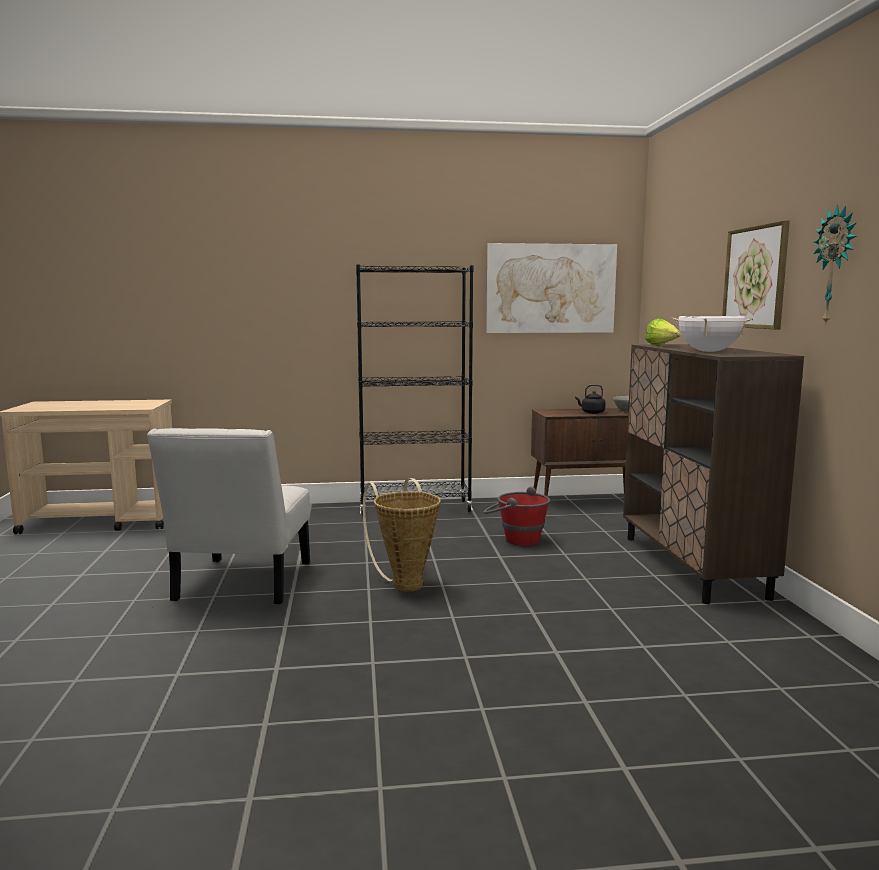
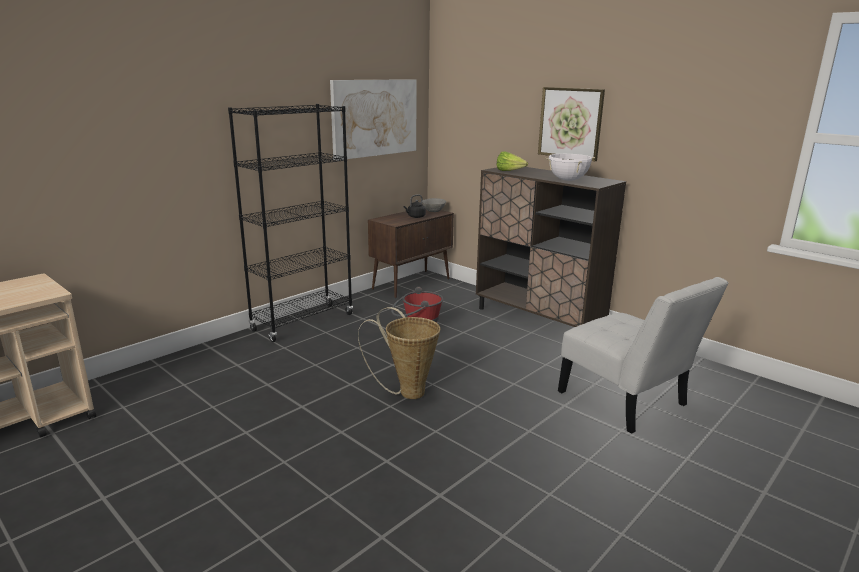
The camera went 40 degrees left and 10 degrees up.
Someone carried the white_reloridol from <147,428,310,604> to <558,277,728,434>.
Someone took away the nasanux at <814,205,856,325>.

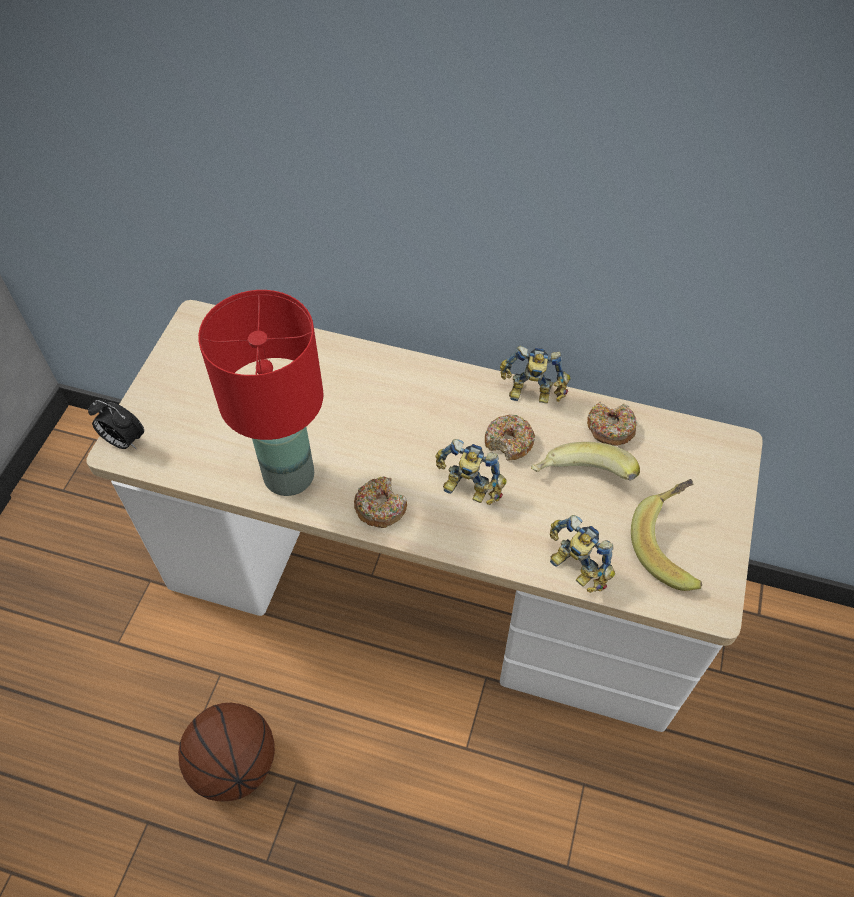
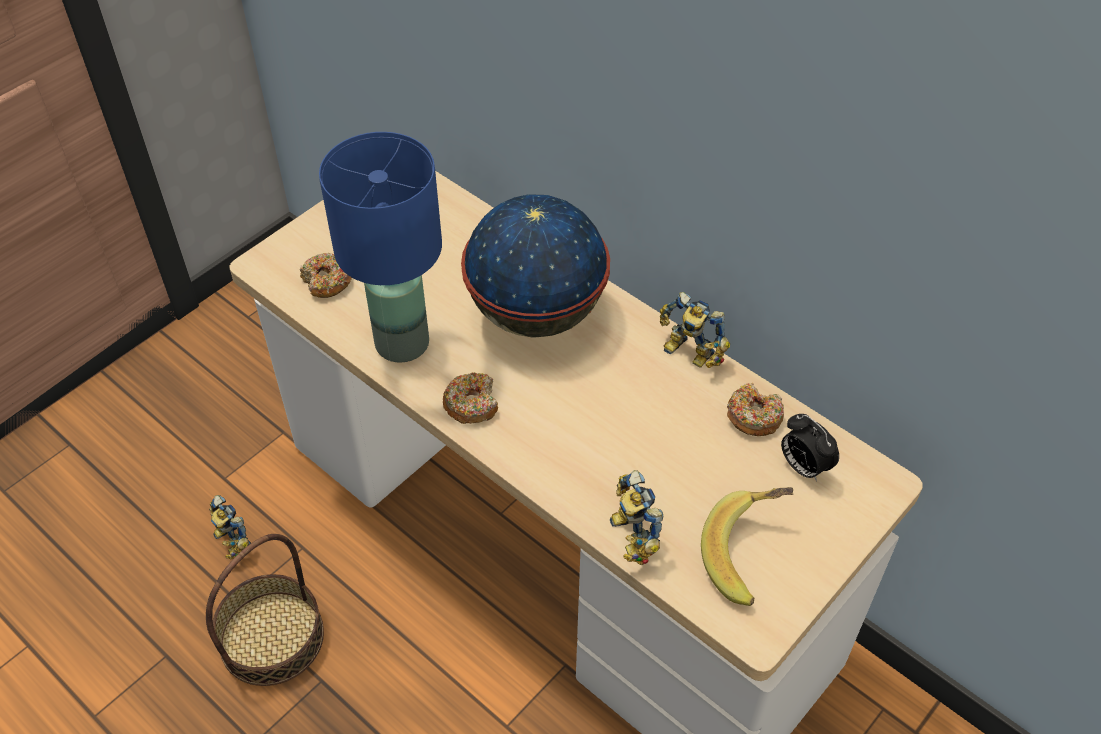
The camera went 25 degrees right and 5 degrees down.
Someone swapped the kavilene at <178,703,275,801> for the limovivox at <206,534,324,686>.
Someone carried the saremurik from <435,439,507,505> to <209,495,251,560>.
Someone carried the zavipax from <485,415,535,461> to <300,253,352,298>.
Someone repainted the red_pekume at <198,290,324,496>, which became the blue_pekume at <319,132,442,363>.
Someone put down the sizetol at <461,194,610,338>.
Someone carried the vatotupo from <88,399,144,449> to <781,414,839,482>.
Someone took away the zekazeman at <531,442,640,480>.

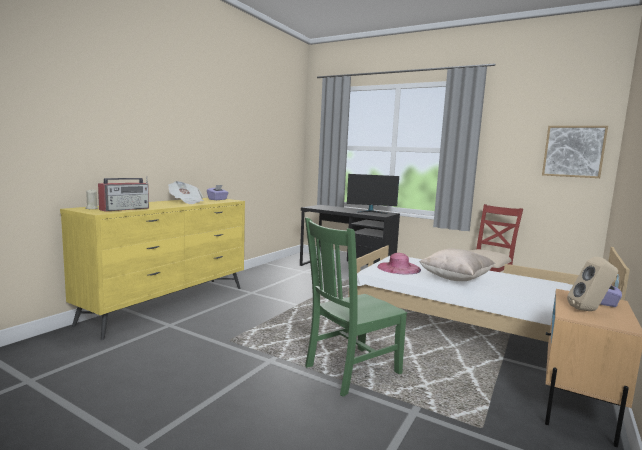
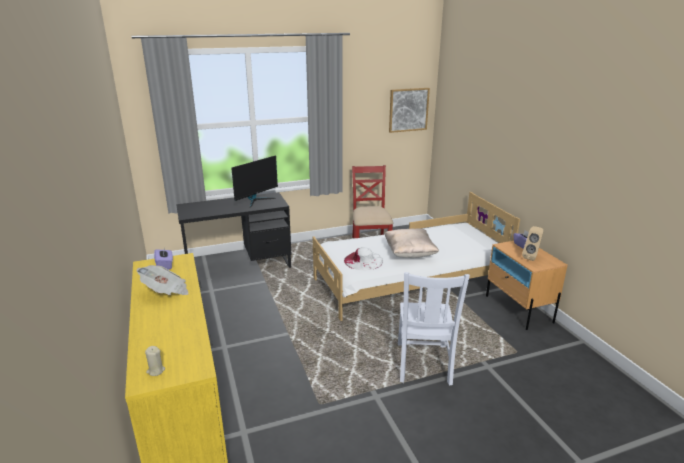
The camera went 50 degrees left and 15 degrees up.
Someone repainted the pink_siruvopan at <377,253,421,275>, which became the white_siruvopan at <344,247,383,270>.
Someone repainted the green_reloridol at <305,217,407,397>, which became the white_reloridol at <398,272,470,386>.
Someone took away the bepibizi at <98,177,149,212>.

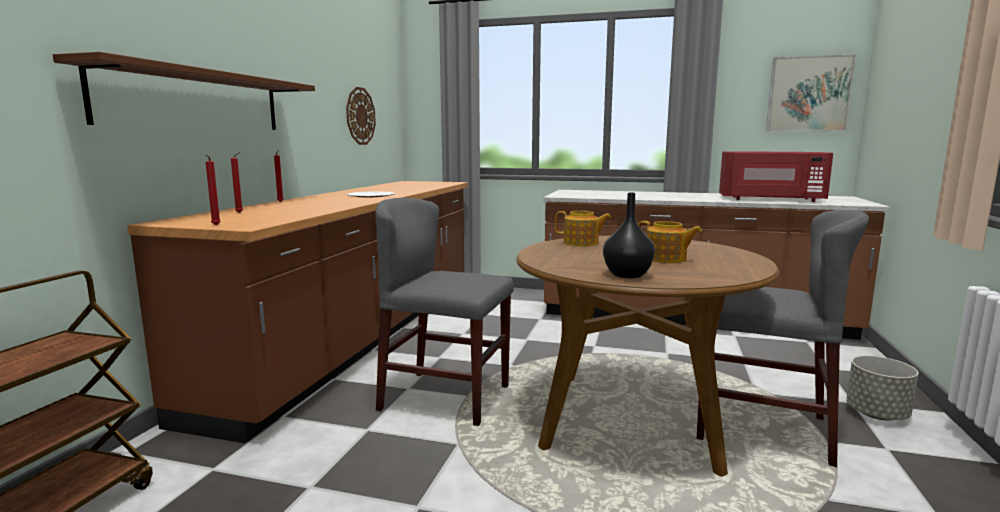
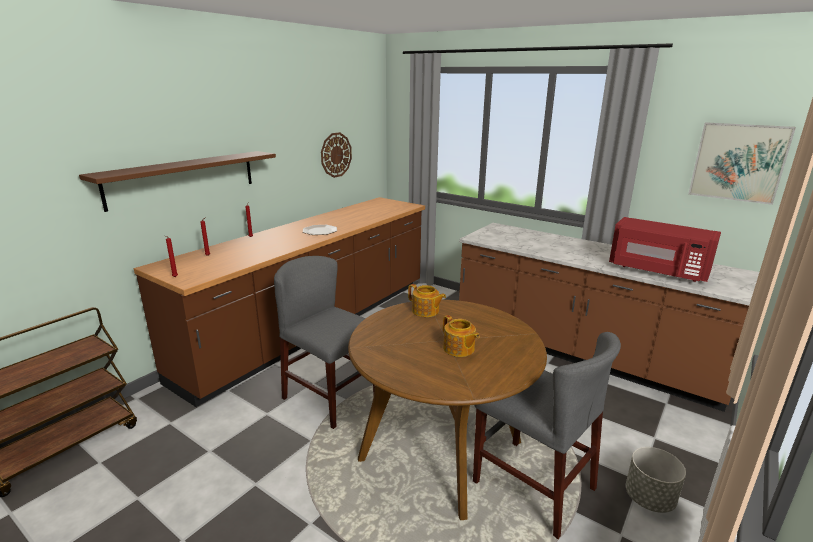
The camera went 20 degrees right and 10 degrees up.
Someone took away the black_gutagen at <603,193,655,278>.

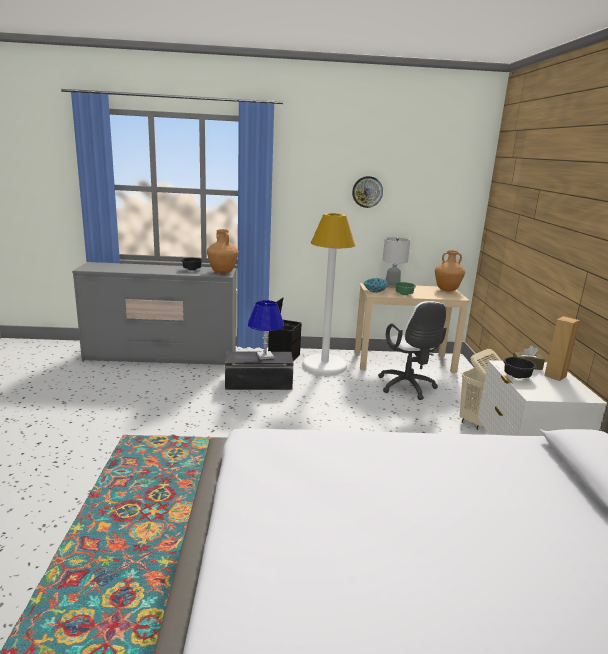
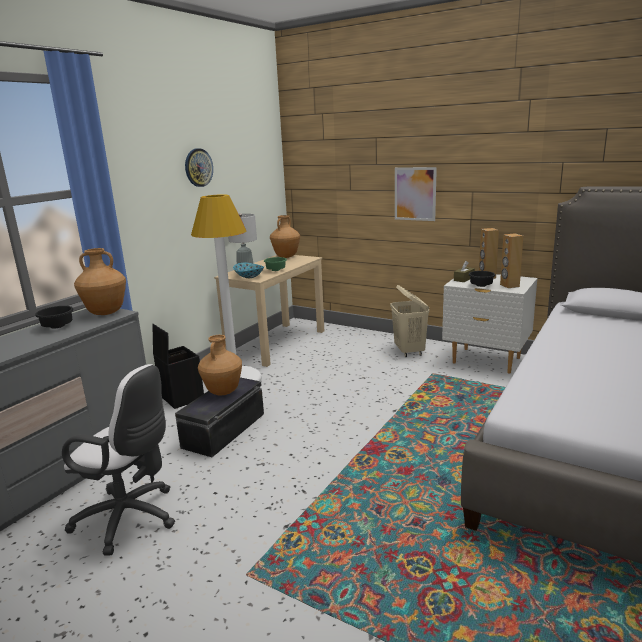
The camera went 55 degrees left and 0 degrees up.
Someone carried the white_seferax from <378,301,447,400> to <62,364,175,556>.
Someone swapped the blue_pekume at <248,300,284,360> for the brown_gutagen at <198,335,242,396>.
Someone put up the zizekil at <395,167,437,221>.
Someone put down the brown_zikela at <500,233,523,288>.

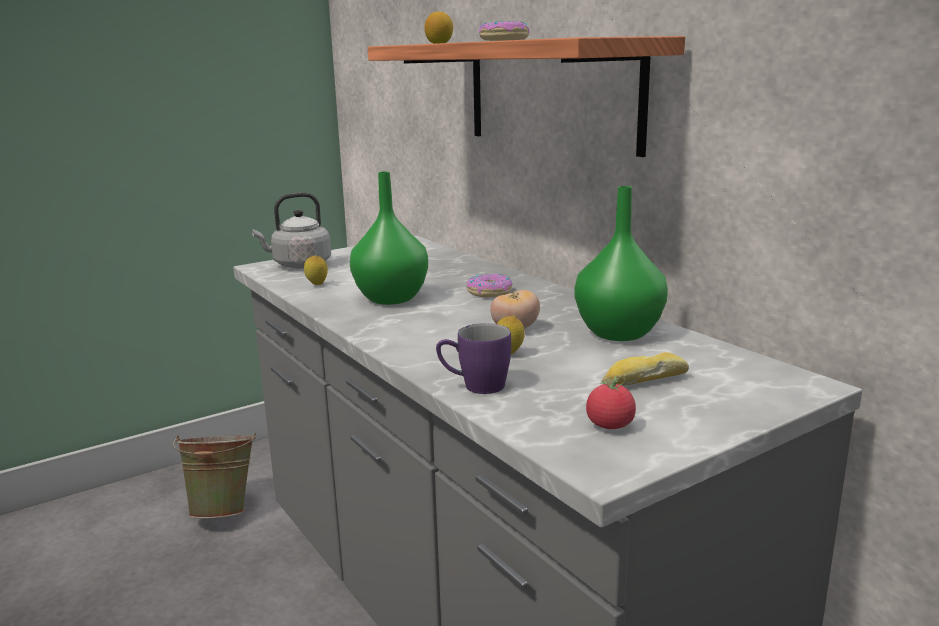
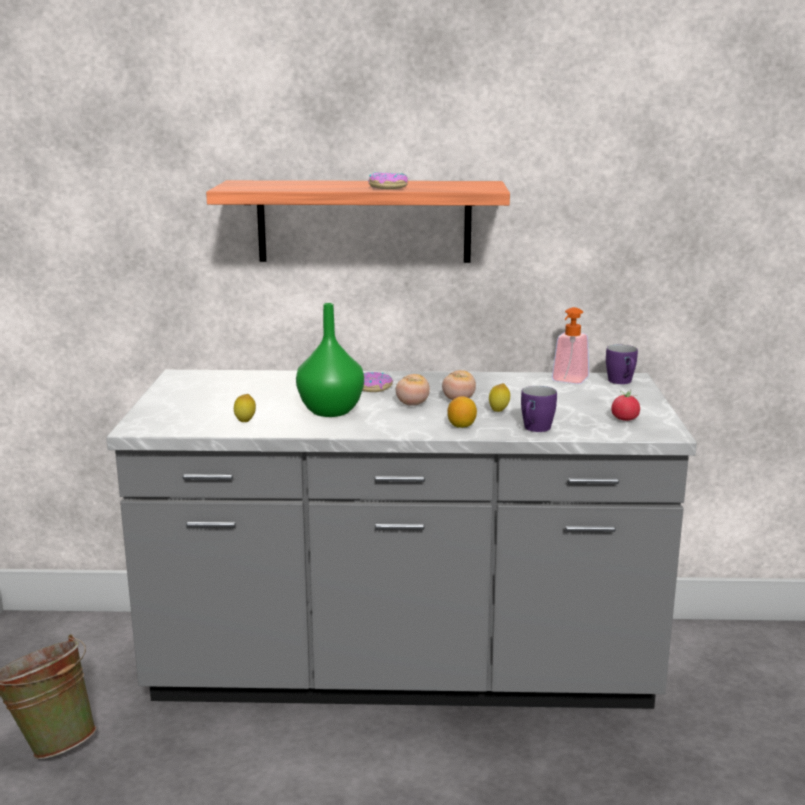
The camera went 55 degrees left and 0 degrees up.
Someone put down the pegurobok at <396,374,430,406>.
Someone carried the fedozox from <425,12,453,44> to <447,396,477,428>.
Someone put down the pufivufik at <552,307,589,384>.
Someone put down the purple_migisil at <606,345,638,384>.
Someone took away the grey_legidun at <252,192,331,268>.
Someone took away the green_gutagen at <575,186,668,341>.
Someone took away the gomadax at <602,352,689,386>.

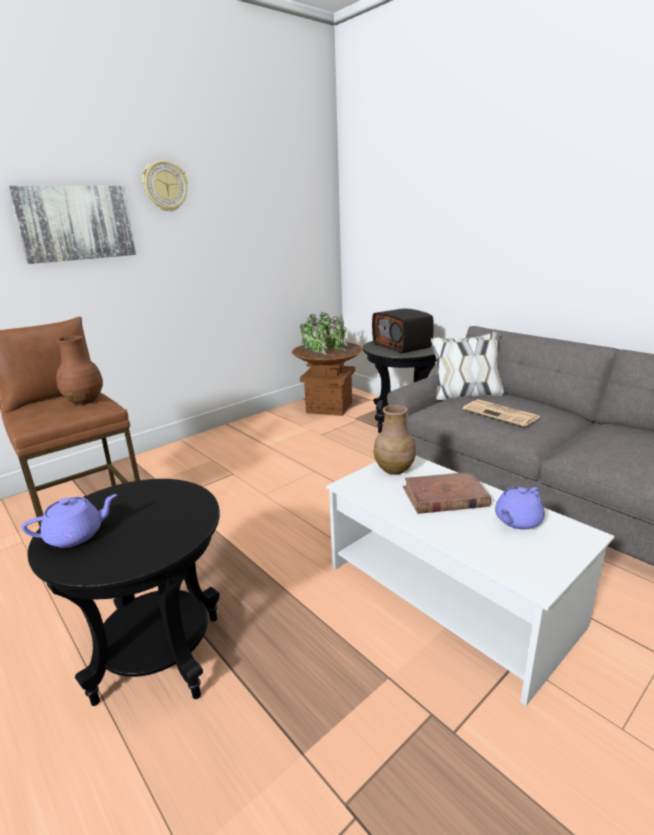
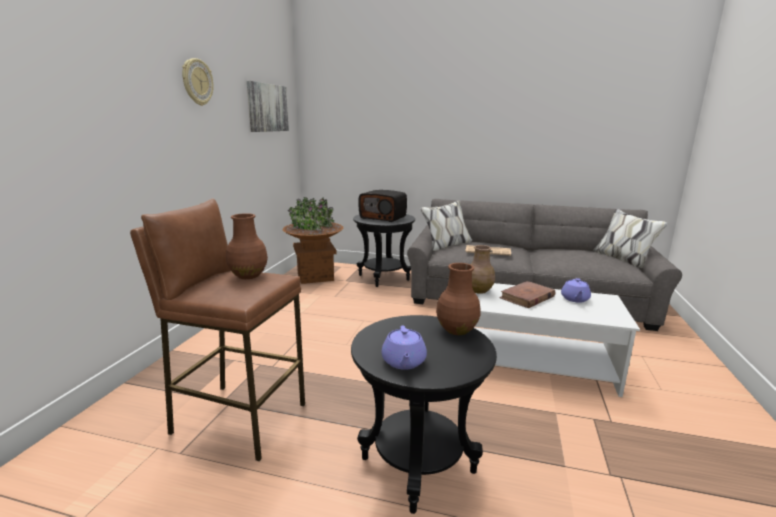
The camera went 35 degrees left and 5 degrees down.
Someone carried the zizekil from <7,186,136,264> to <247,81,289,132>.
Someone rotated the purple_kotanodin at <21,494,117,548> by 150 degrees clockwise.
Someone put down the brown_gutagen at <436,263,480,335>.

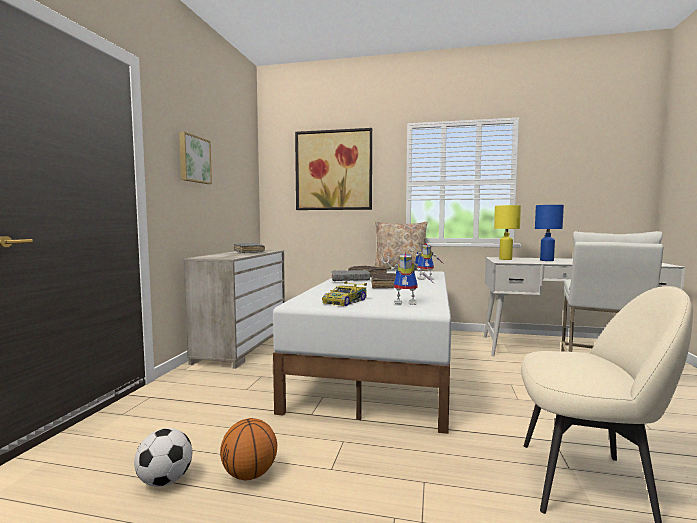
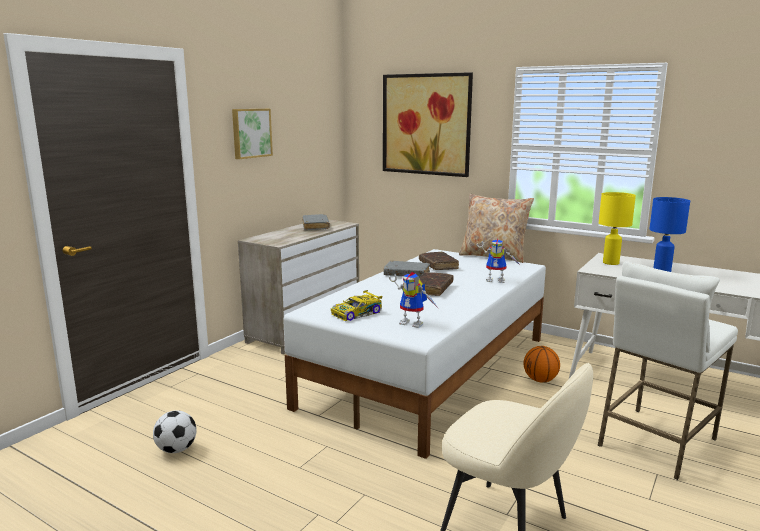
The camera went 20 degrees right and 10 degrees up.
Someone carried the kavilene from <220,418,277,480> to <524,346,560,383>.

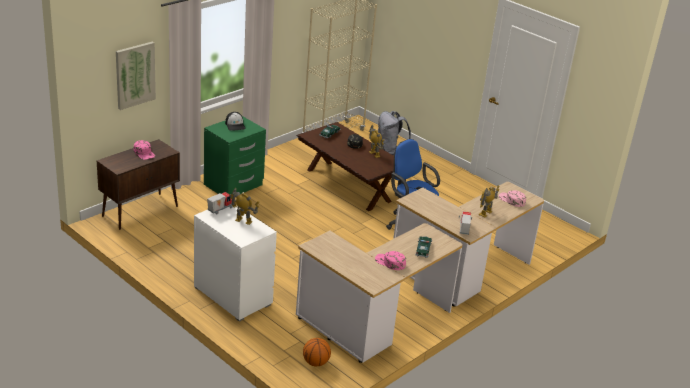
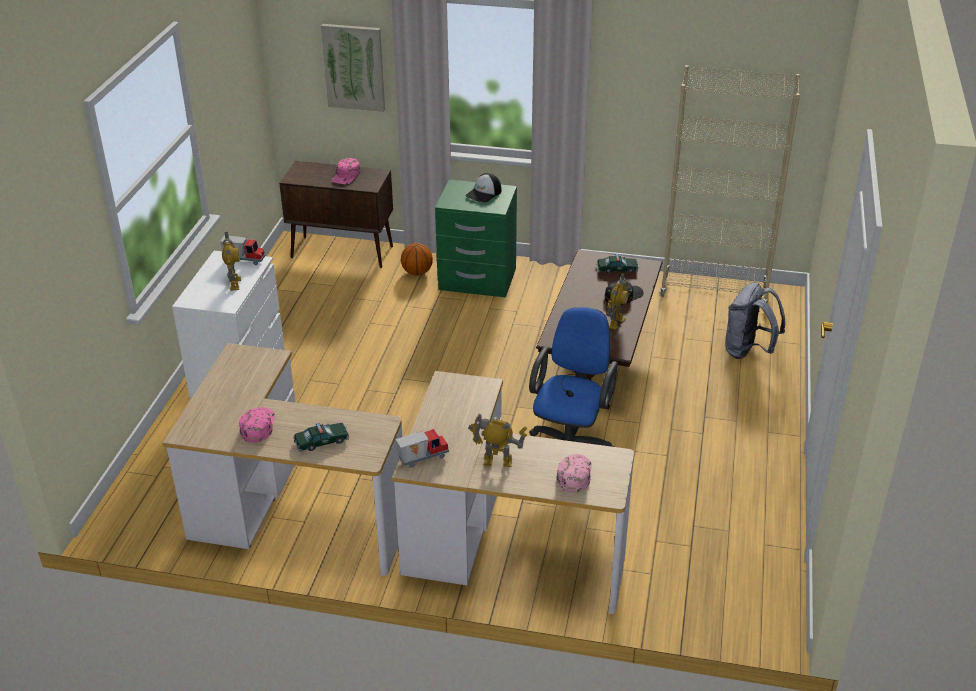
The camera went 60 degrees right and 5 degrees up.
Someone carried the kavilene from <303,338,331,367> to <401,243,433,276>.

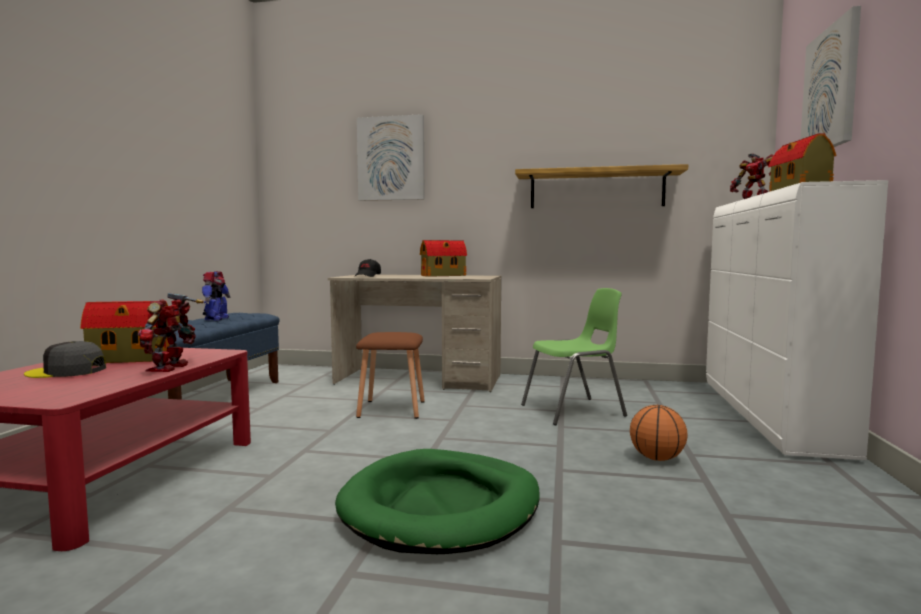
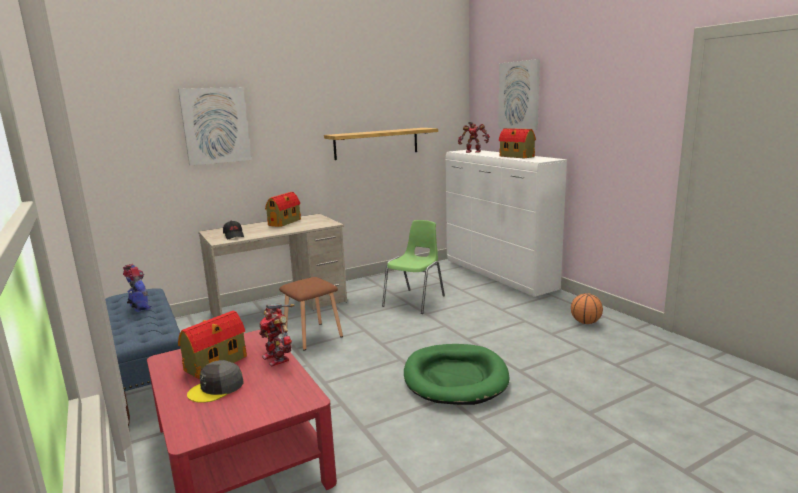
The camera went 40 degrees left and 10 degrees up.
Someone carried the kavilene from <630,405,688,461> to <571,293,603,324>.

